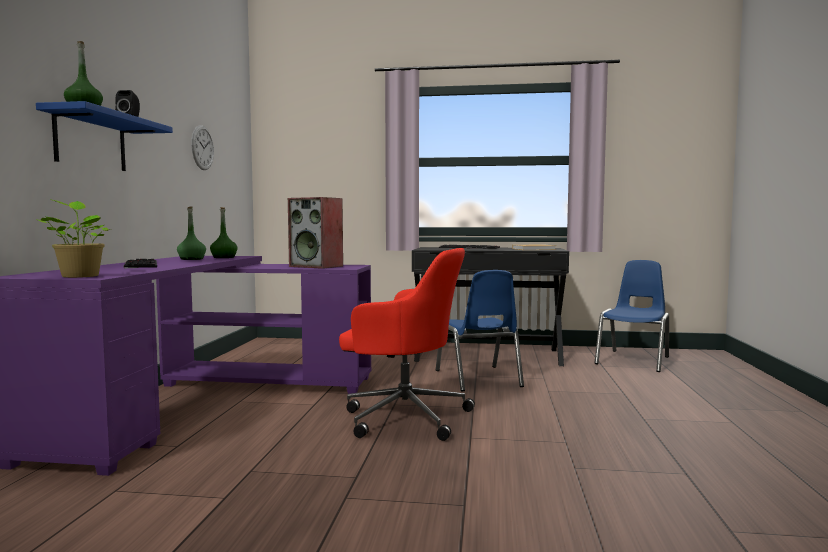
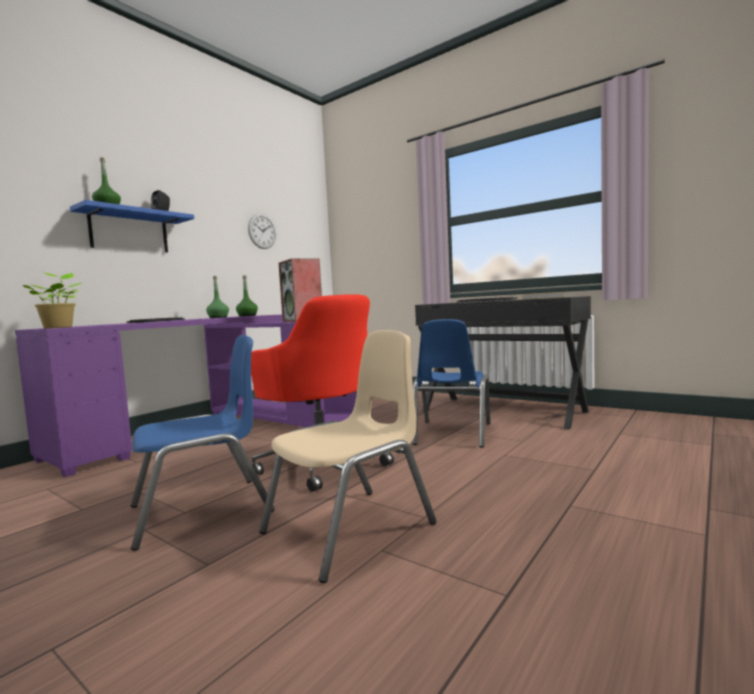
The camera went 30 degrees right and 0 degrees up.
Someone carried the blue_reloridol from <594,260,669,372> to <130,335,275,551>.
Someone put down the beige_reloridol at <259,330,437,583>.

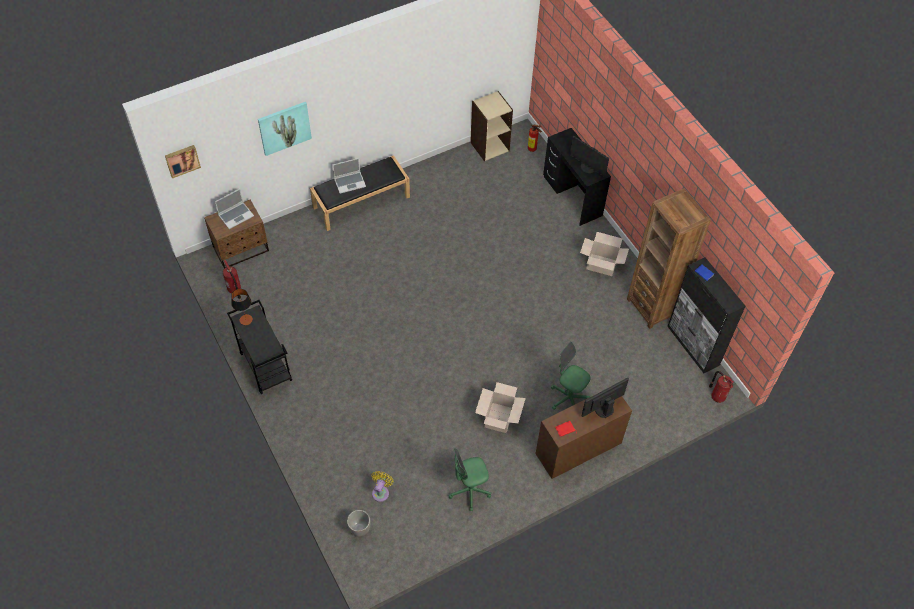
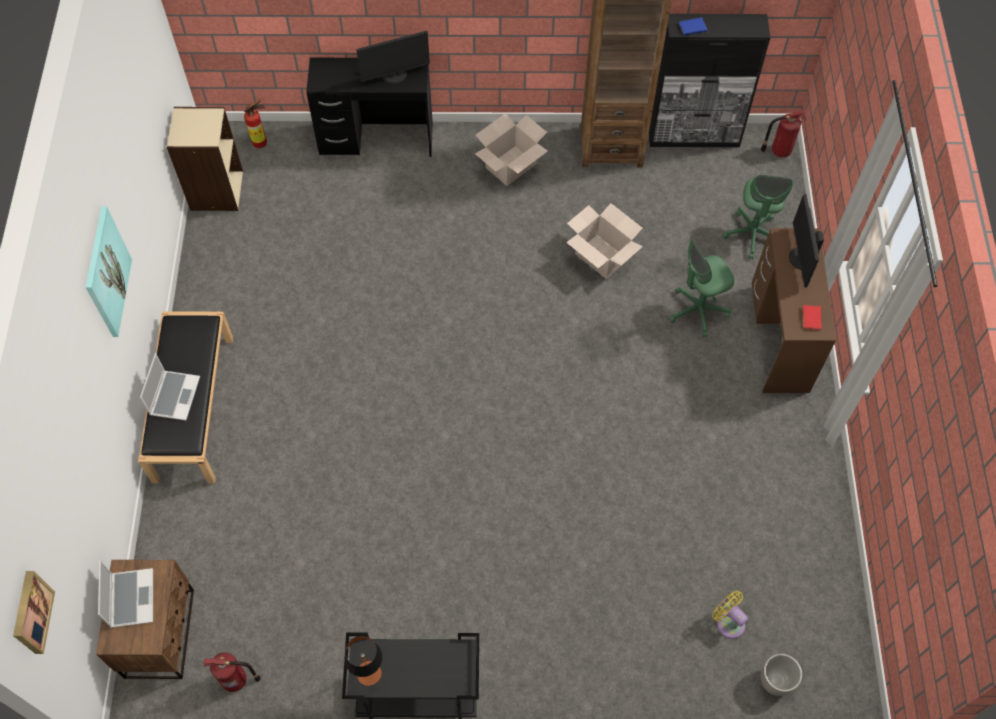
The camera went 60 degrees left and 5 degrees up.
Someone carried the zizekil from <258,102,312,156> to <85,206,132,337>.
Someone carried the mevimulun from <475,382,526,433> to <566,203,643,279>.
Someone carried the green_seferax from <449,448,491,511> to <723,175,793,259>.

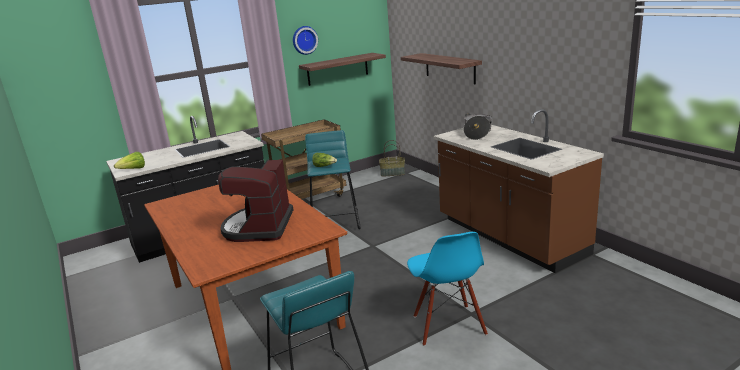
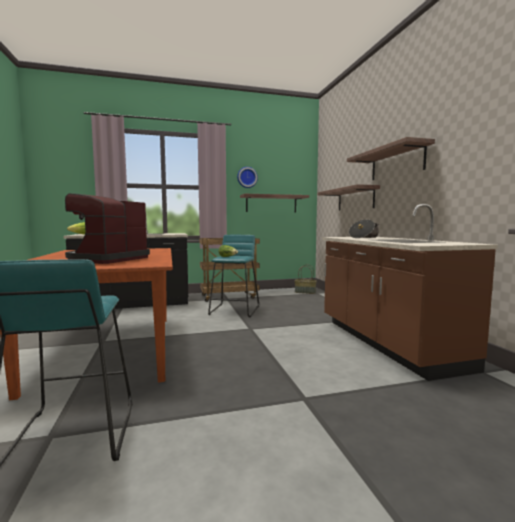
The camera went 15 degrees right and 15 degrees down.
Someone put up the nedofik at <347,137,435,180>.
Someone took away the blue_reloridol at <407,232,488,346>.

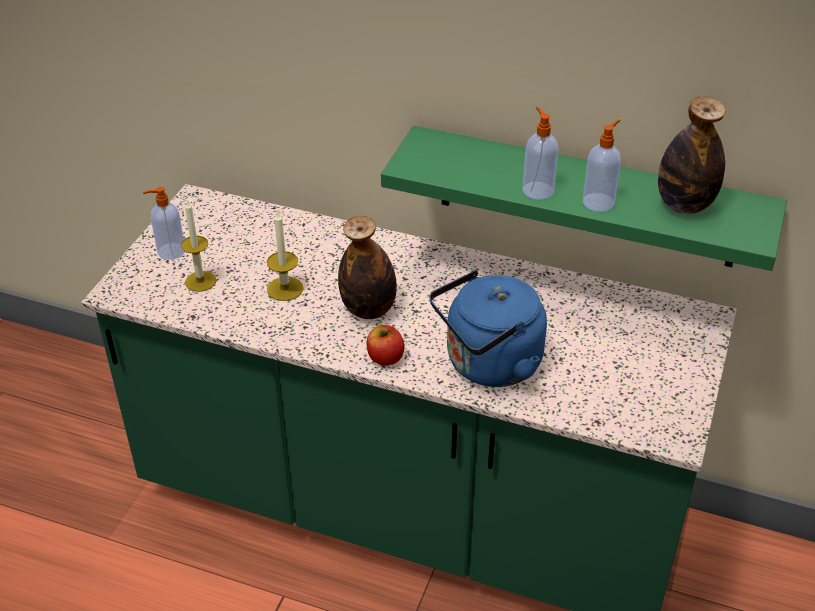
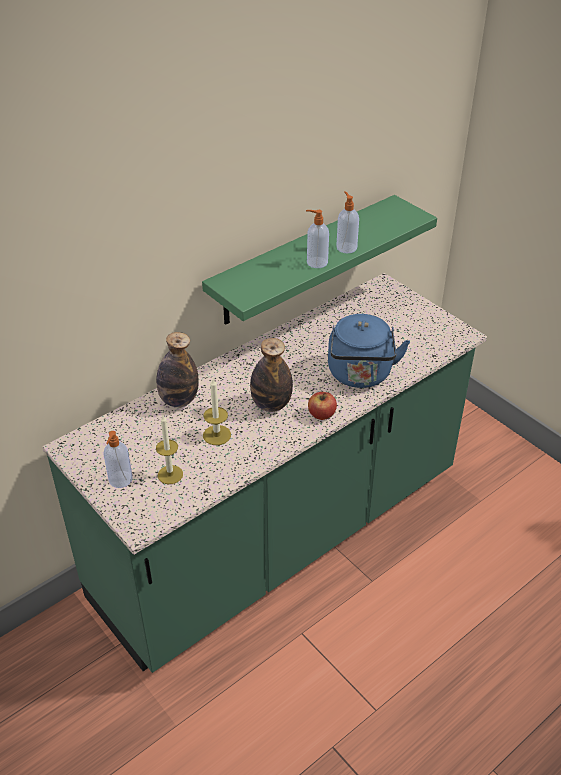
The camera went 60 degrees left and 0 degrees up.
Someone carried the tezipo from <658,96,726,214> to <156,332,199,407>.

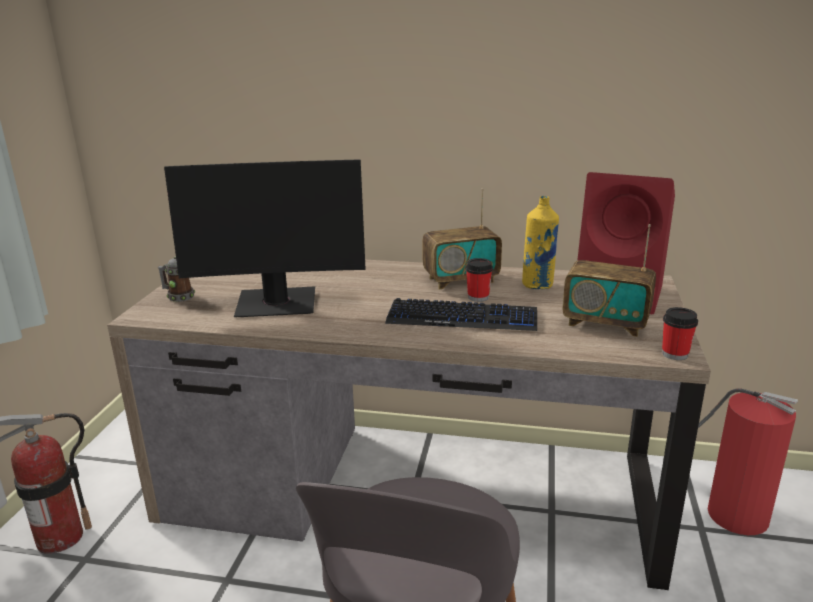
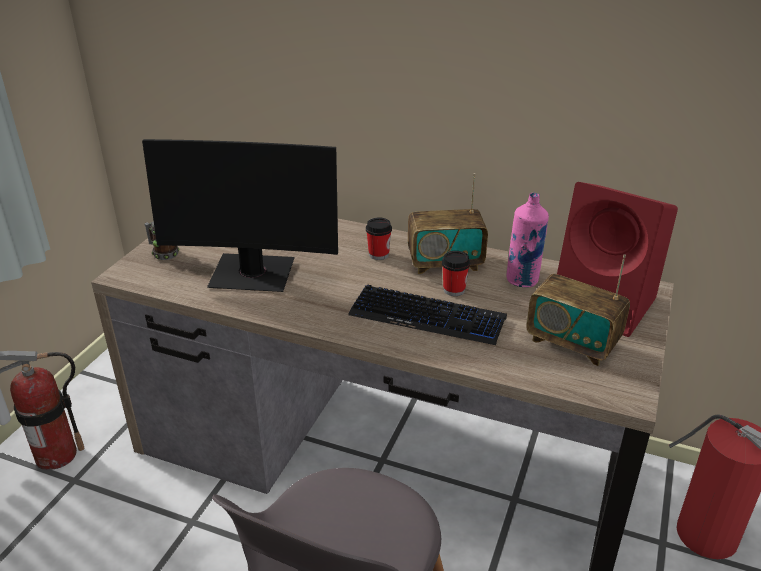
The camera went 10 degrees right and 10 degrees up.
Someone carried the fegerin from <662,307,698,360> to <366,218,392,260>.
Someone repainted the yellow_tezipo at <522,196,559,289>, which became the pink_tezipo at <506,193,549,288>.

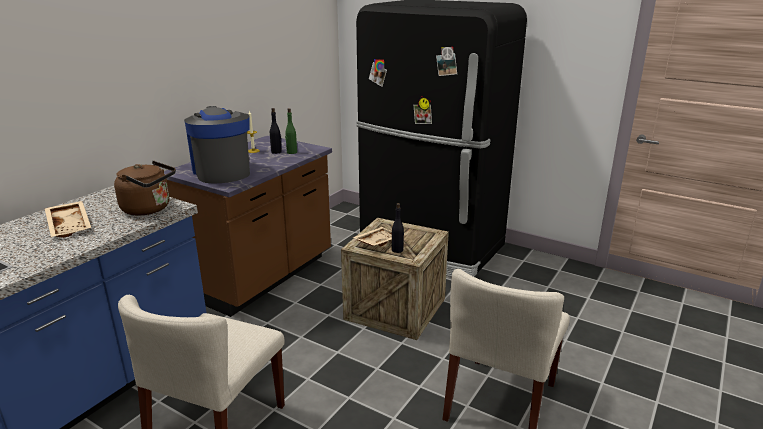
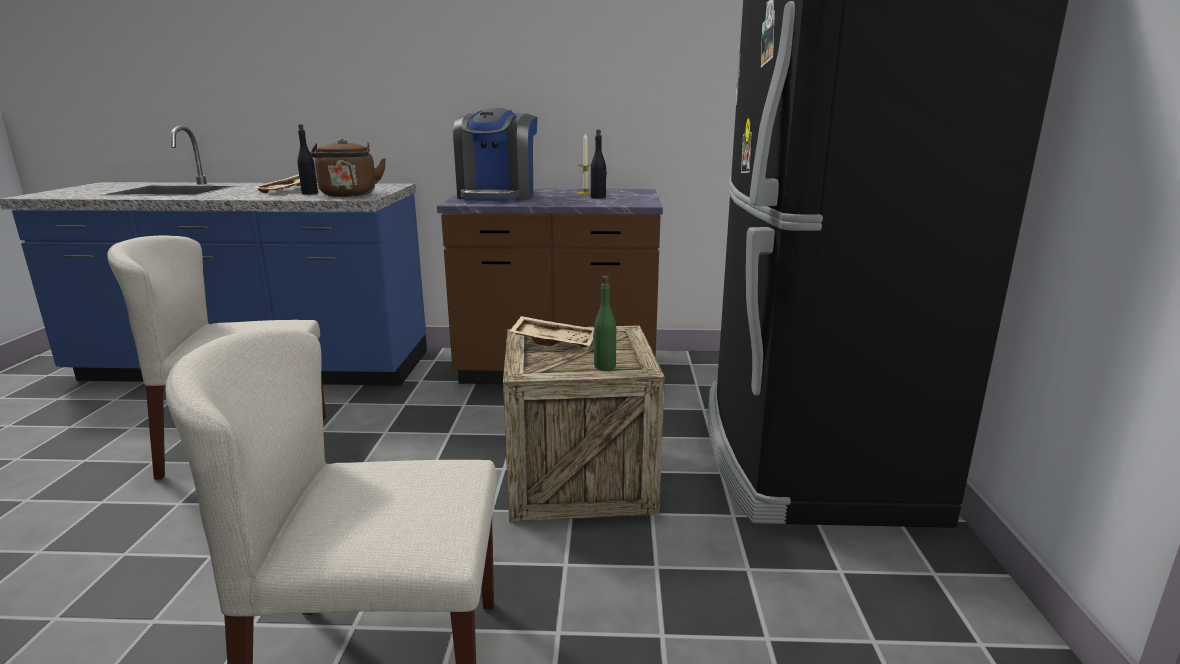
The camera went 60 degrees right and 5 degrees down.
Someone carried the black_tezipo from <392,203,404,253> to <297,124,318,195>.
Someone rotated the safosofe at <184,106,250,183> by 150 degrees clockwise.
Someone carried the green_tezipo from <285,108,297,154> to <593,276,616,370>.

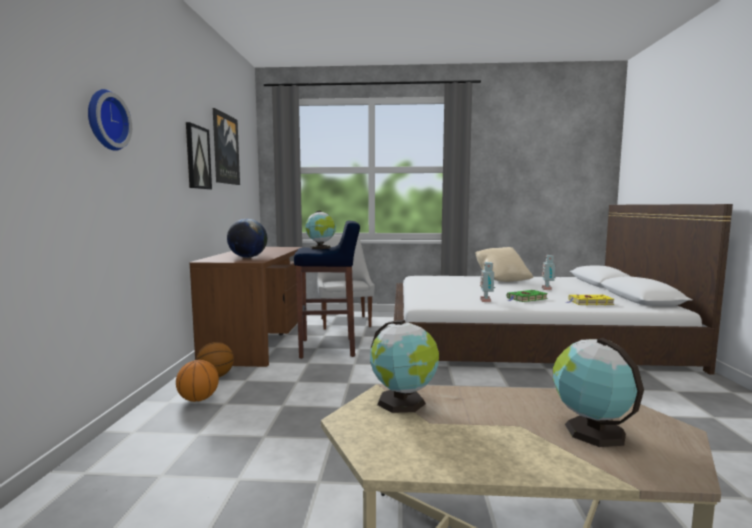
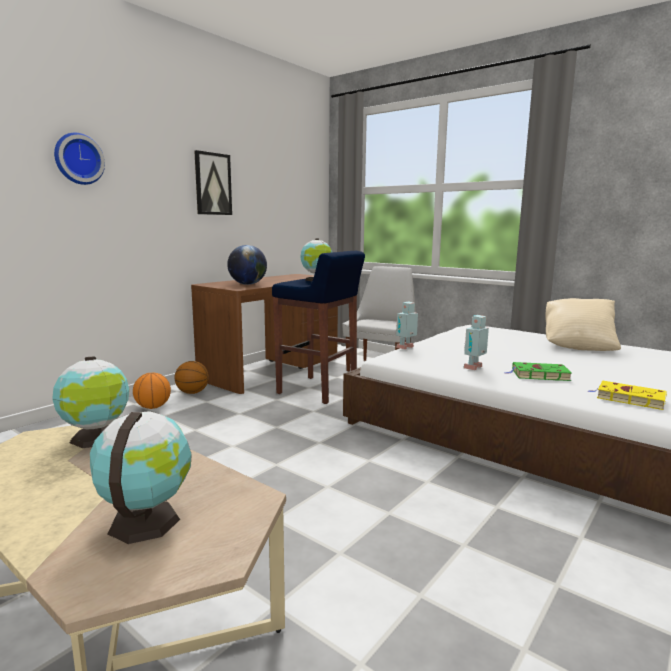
The camera went 35 degrees right and 5 degrees up.
Someone carried the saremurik from <541,255,556,290> to <396,302,418,349>.
Someone took away the zizekil at <213,108,240,185>.

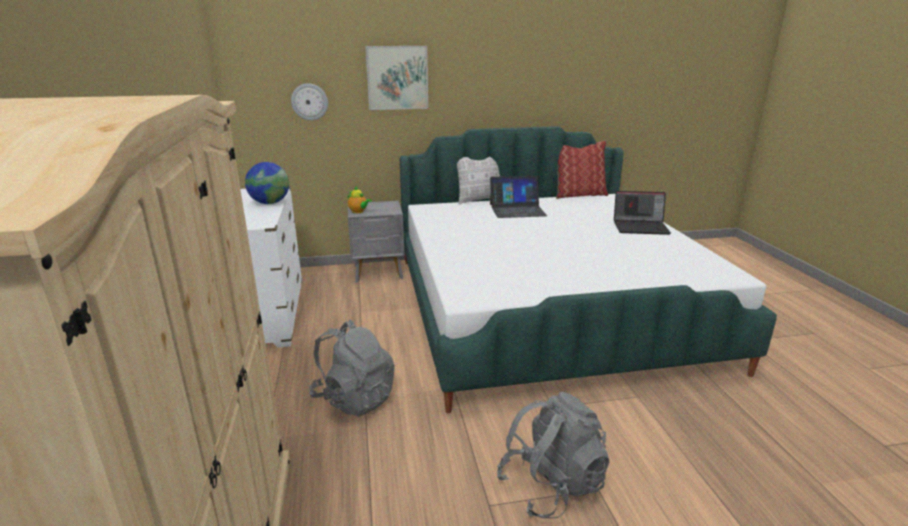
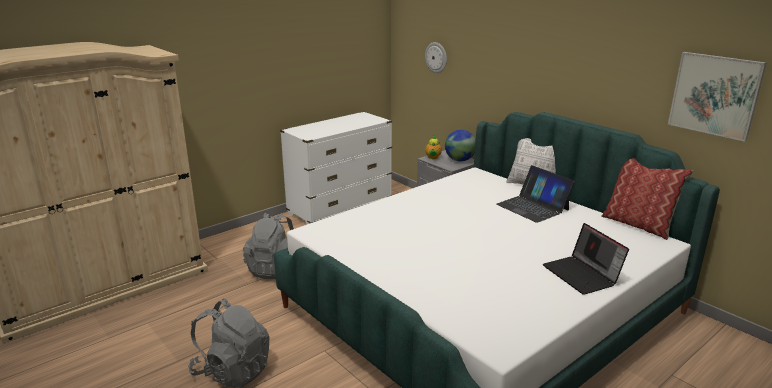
The camera went 60 degrees right and 0 degrees up.
Someone carried the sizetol from <245,162,289,204> to <445,130,476,161>.
Someone carried the zizekil from <365,46,428,110> to <668,52,767,142>.

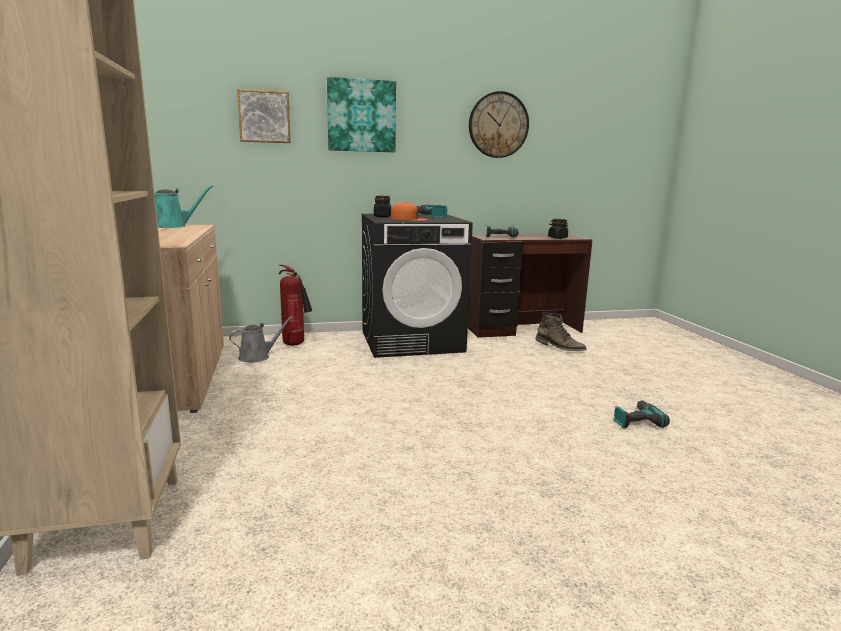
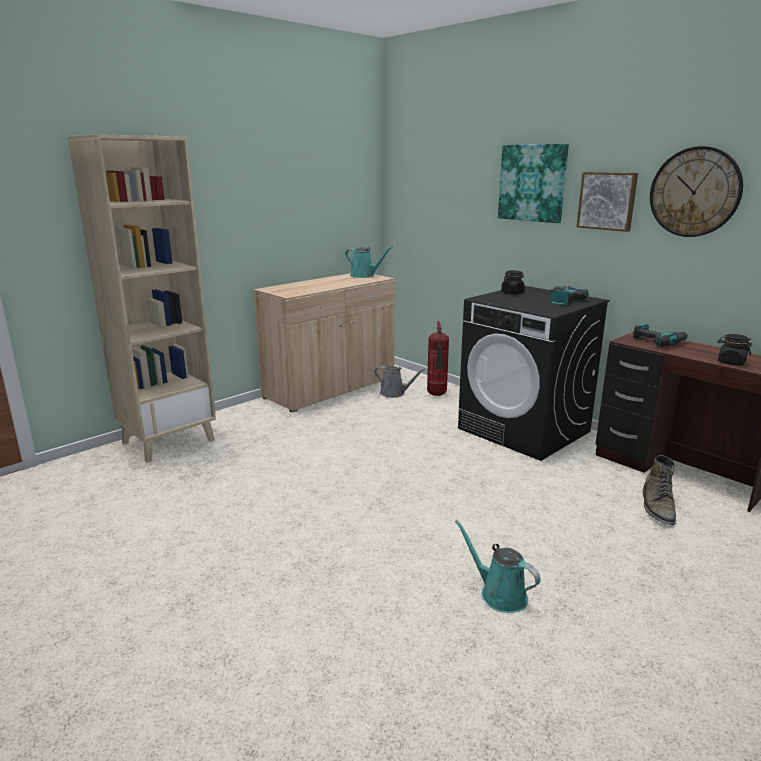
The camera went 60 degrees right and 5 degrees up.
Someone swapped the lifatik at <613,400,670,428> for the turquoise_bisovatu at <455,520,541,613>.
Someone carried the zizekil from <237,89,291,143> to <577,172,638,232>.
Someone took away the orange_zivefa at <391,202,427,221>.

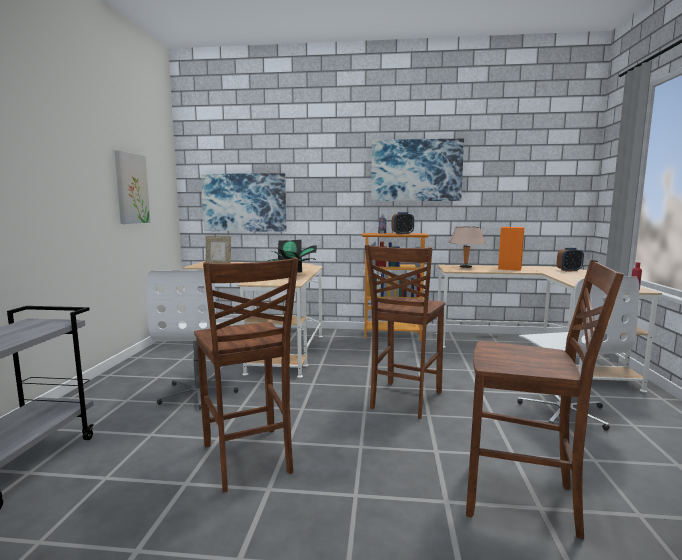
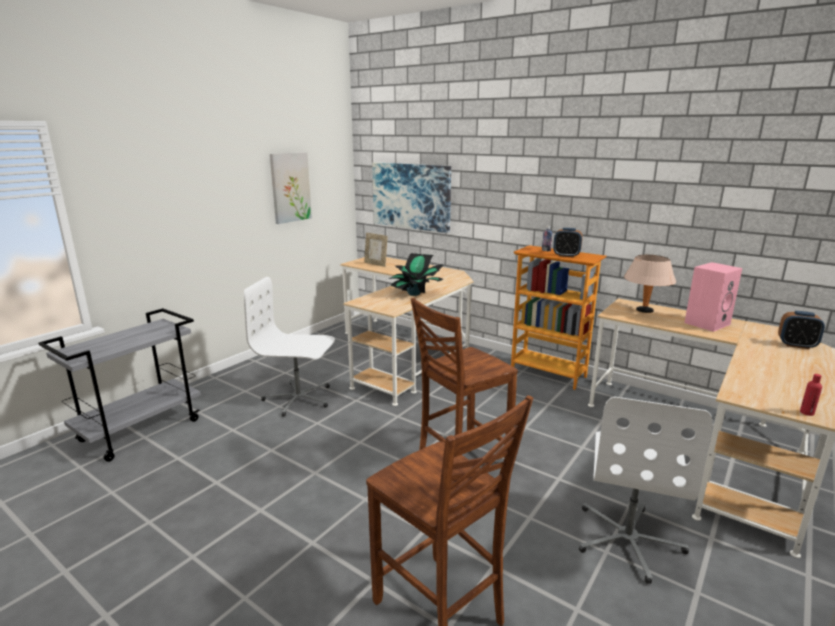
The camera went 30 degrees right and 10 degrees up.
Someone rotated the white_seferax at <146,270,238,410> by 75 degrees clockwise.
Someone repainted the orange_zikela at <498,227,524,271>, which became the pink_zikela at <684,262,742,332>.
Someone took away the brown_reloridol at <194,257,299,492>.
Someone took away the zizekil at <371,138,464,201>.

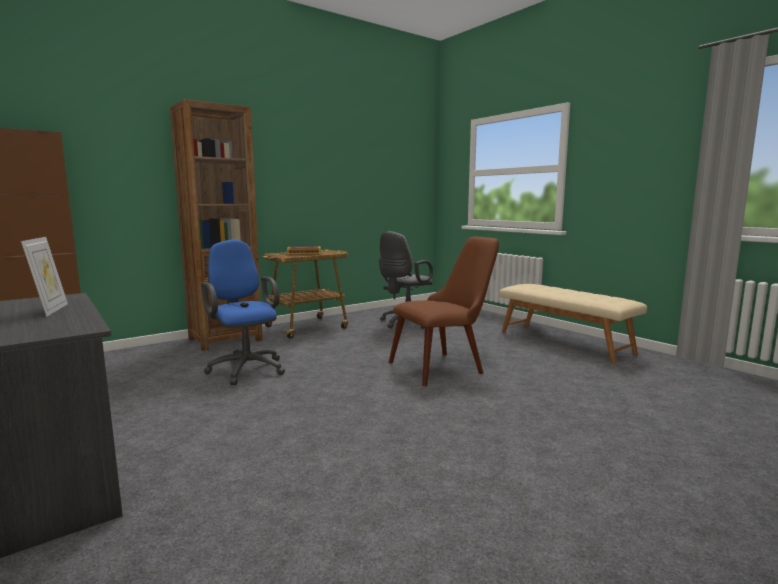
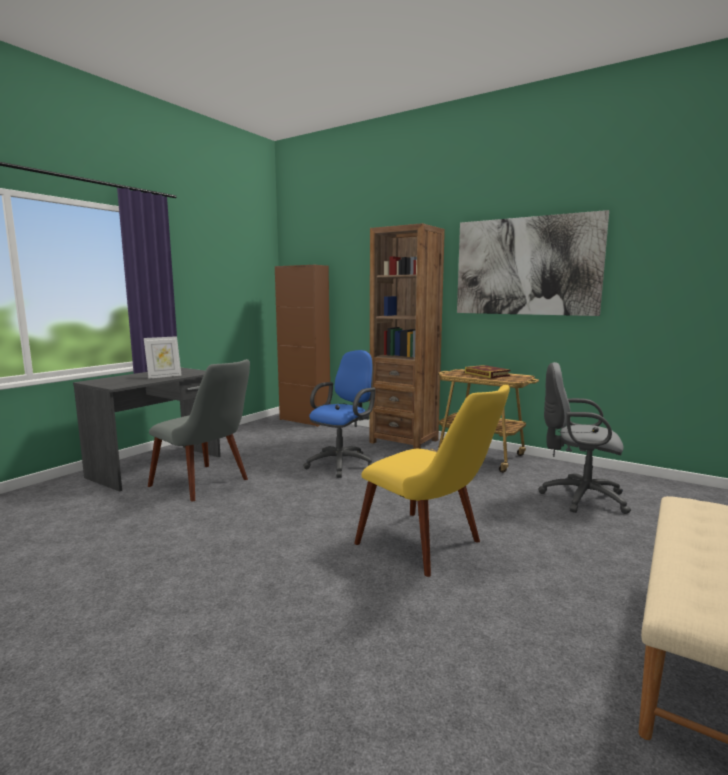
The camera went 70 degrees right and 0 degrees up.
Someone put down the grey_reloridol at <148,359,250,502>.
Someone repainted the brown_reloridol at <389,236,499,386>, which became the yellow_reloridol at <354,384,510,577>.
Someone put up the zizekil at <457,210,609,316>.

